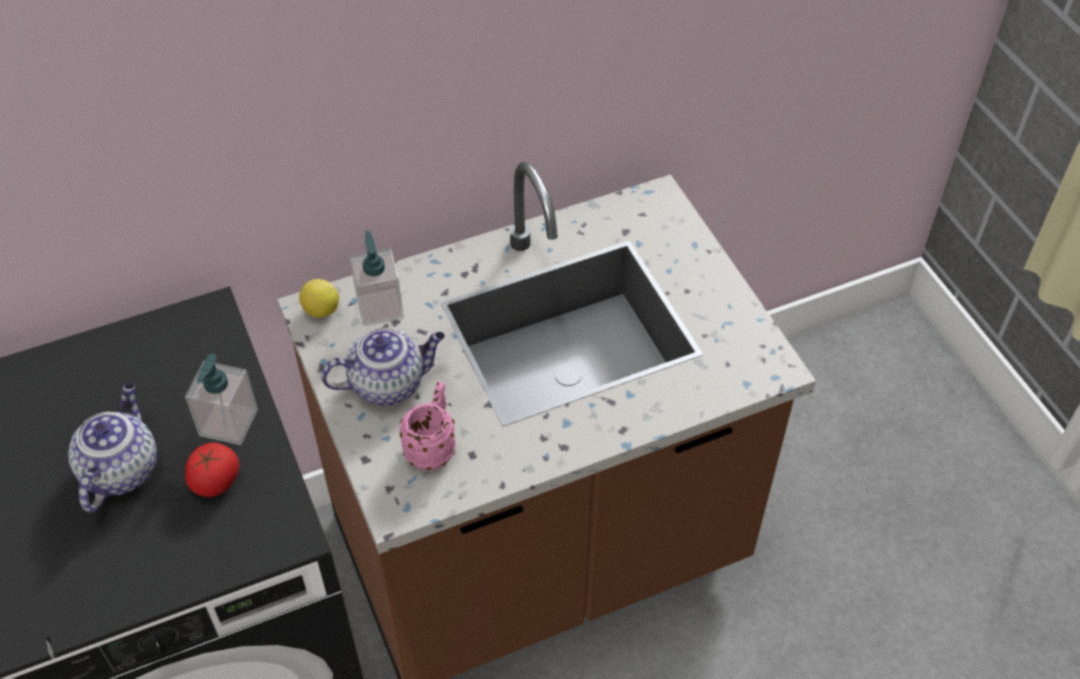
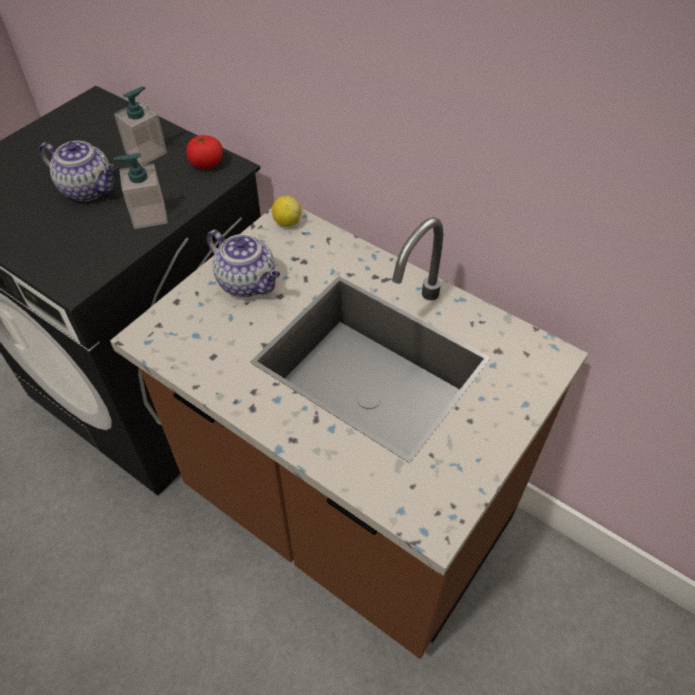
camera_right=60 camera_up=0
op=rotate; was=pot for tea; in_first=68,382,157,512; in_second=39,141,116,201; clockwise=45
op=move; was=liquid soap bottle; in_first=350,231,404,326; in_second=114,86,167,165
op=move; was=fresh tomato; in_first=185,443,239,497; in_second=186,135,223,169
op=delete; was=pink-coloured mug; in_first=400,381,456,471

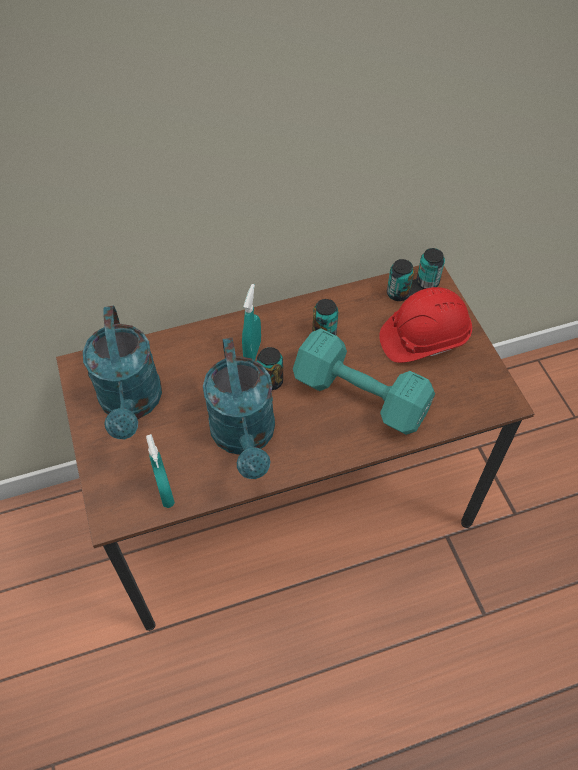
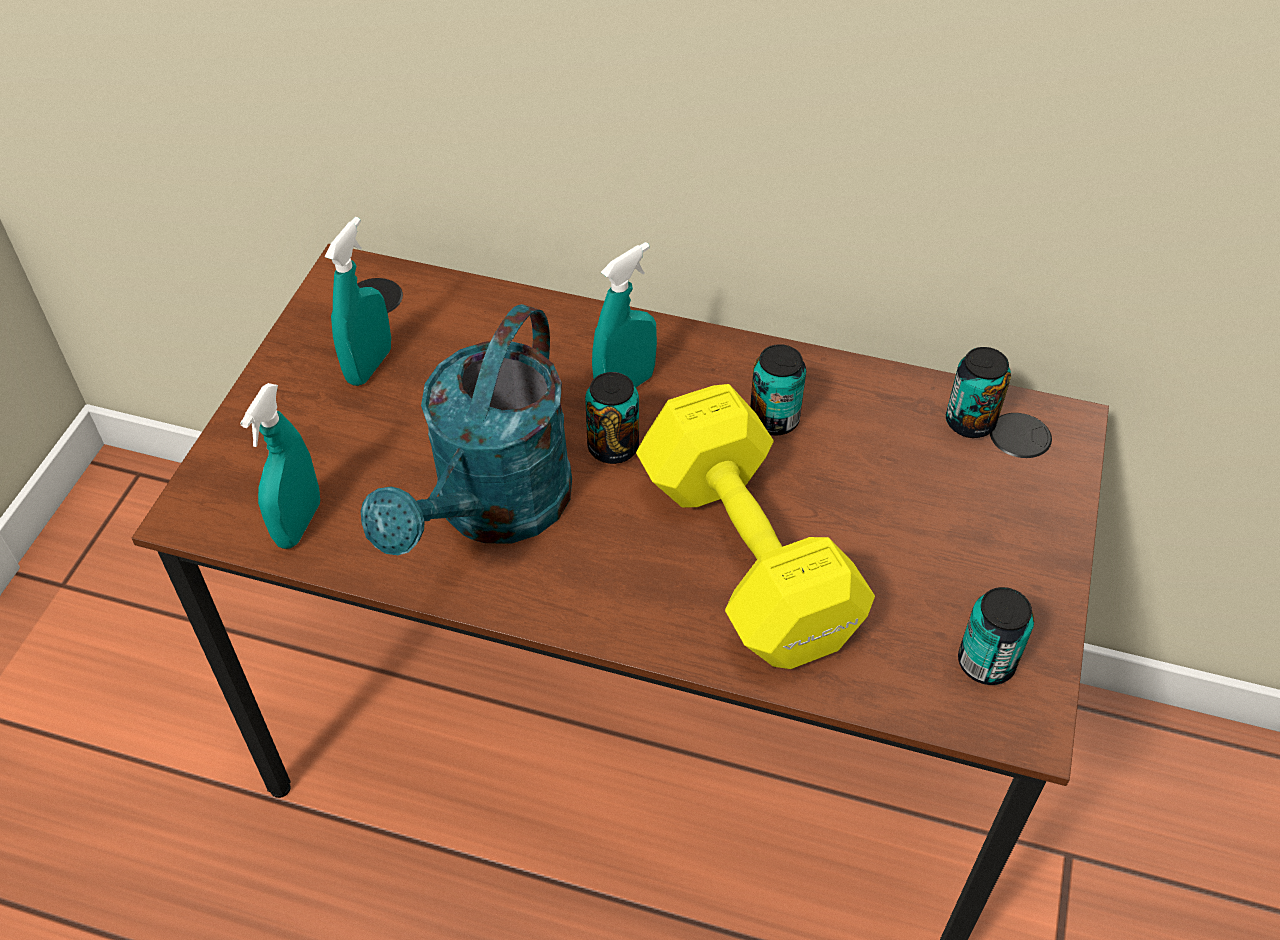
camera_right=35 camera_up=-5
op=replace; was=turquoise watering pot; now=turquoise hand sprayer; in_first=83,306,162,439; in_second=325,217,391,386
op=recolor; was=turquoise dumbbell; now=yellow dumbbell; in_first=293,328,435,435; in_second=636,384,875,669
op=move; was=sealed can; in_first=416,248,445,289; in_second=958,587,1034,685
op=delete; was=red safety helmet; in_first=379,287,472,363

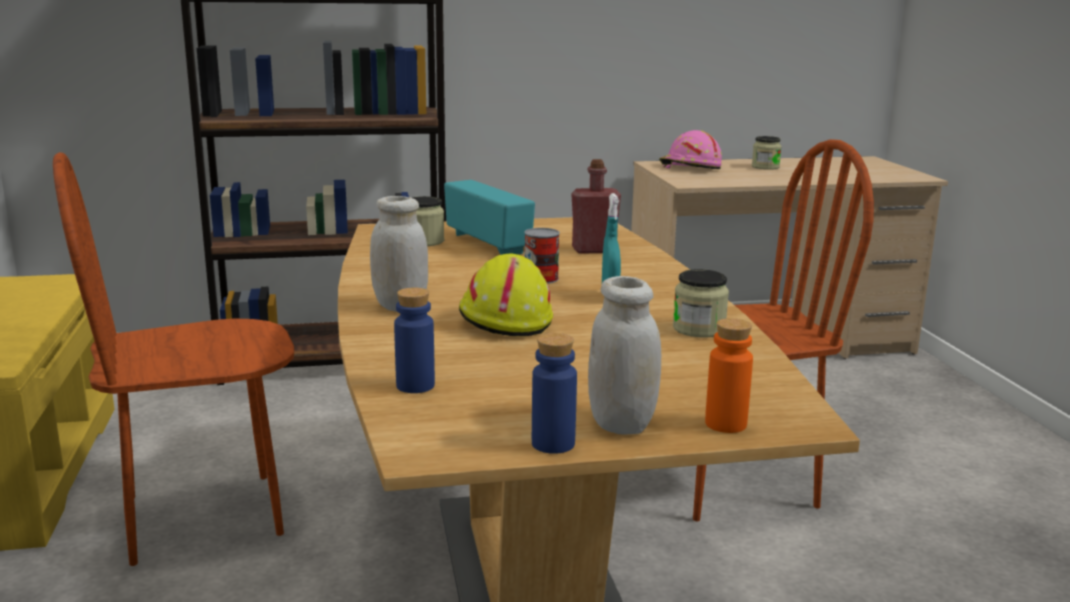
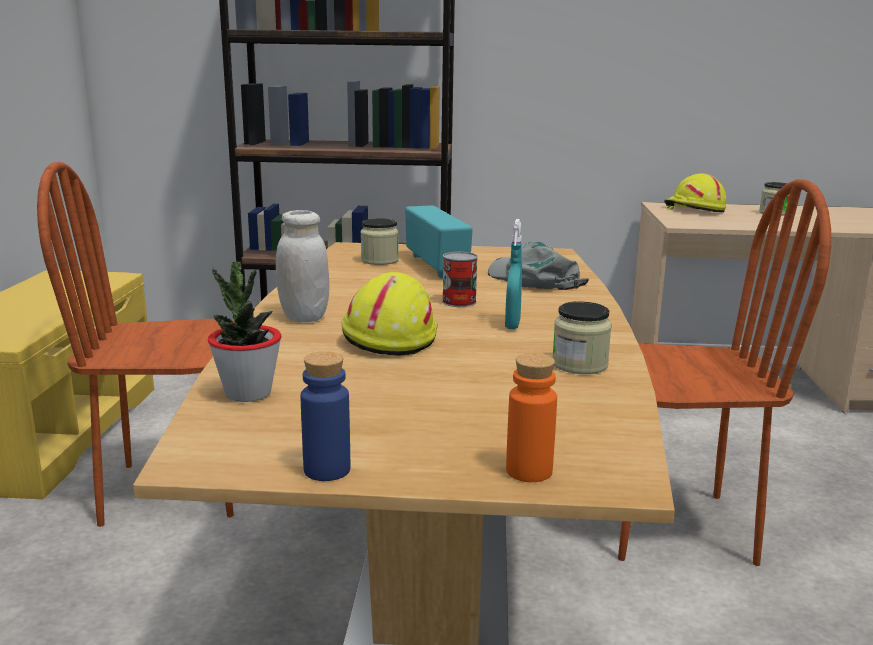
camera_right=15 camera_up=0
op=replace; was=bluish bottle; now=potted plant; in_first=394,288,435,393; in_second=208,262,281,402
op=replace; was=red bottle; now=grey cap; in_first=571,159,621,254; in_second=488,242,589,290
op=recolor; was=pink-coloured safety helmet; now=yellow safety helmet; in_first=659,130,722,169; in_second=664,174,726,213
op=delete; was=whitish jar; in_first=588,276,661,435

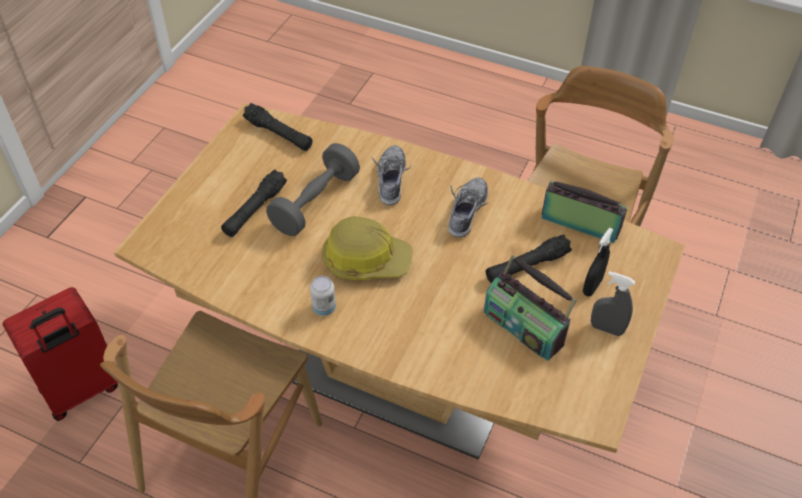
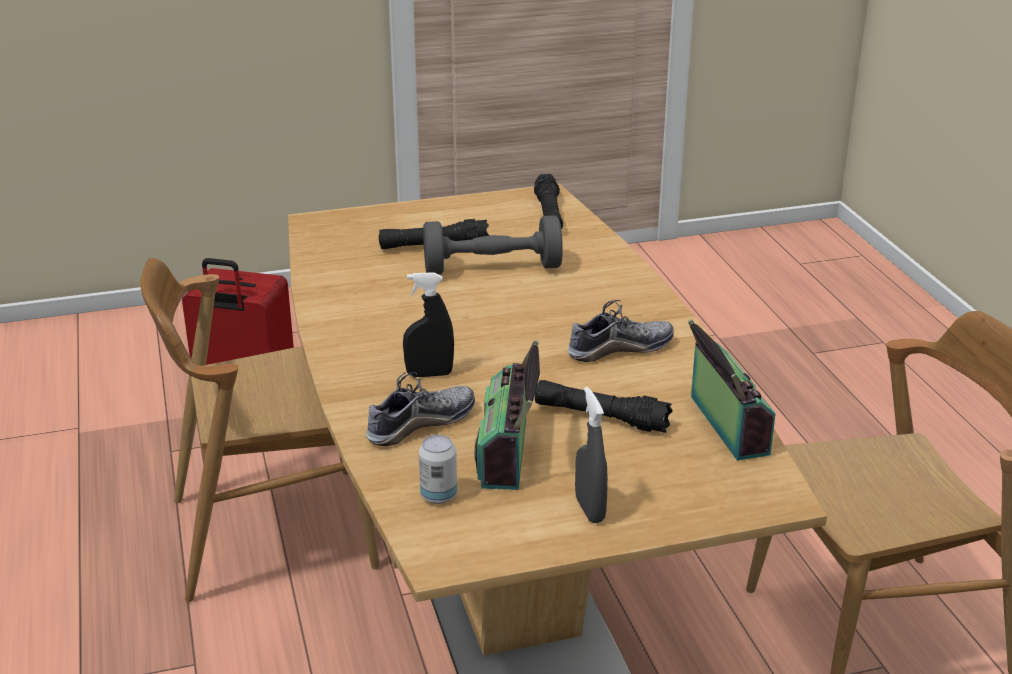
camera_right=50 camera_up=-20
op=move; was=shoe; in_first=372,146,411,205; in_second=366,372,475,446
op=move; was=black-coloured hand sprayer; in_first=583,228,614,296; in_second=403,272,454,377
op=move; was=sealed can; in_first=310,276,336,316; in_second=419,435,457,504
op=delete; was=safety helmet; in_first=322,216,412,280

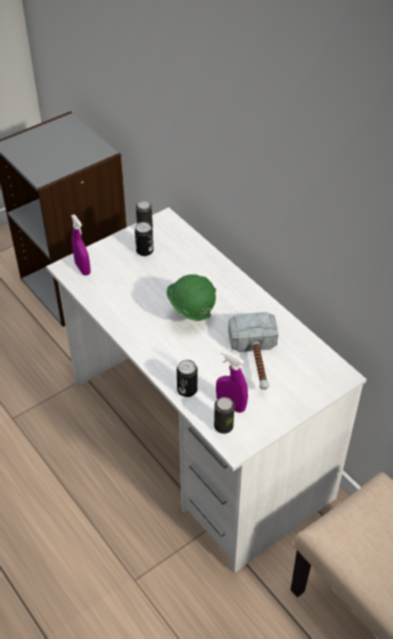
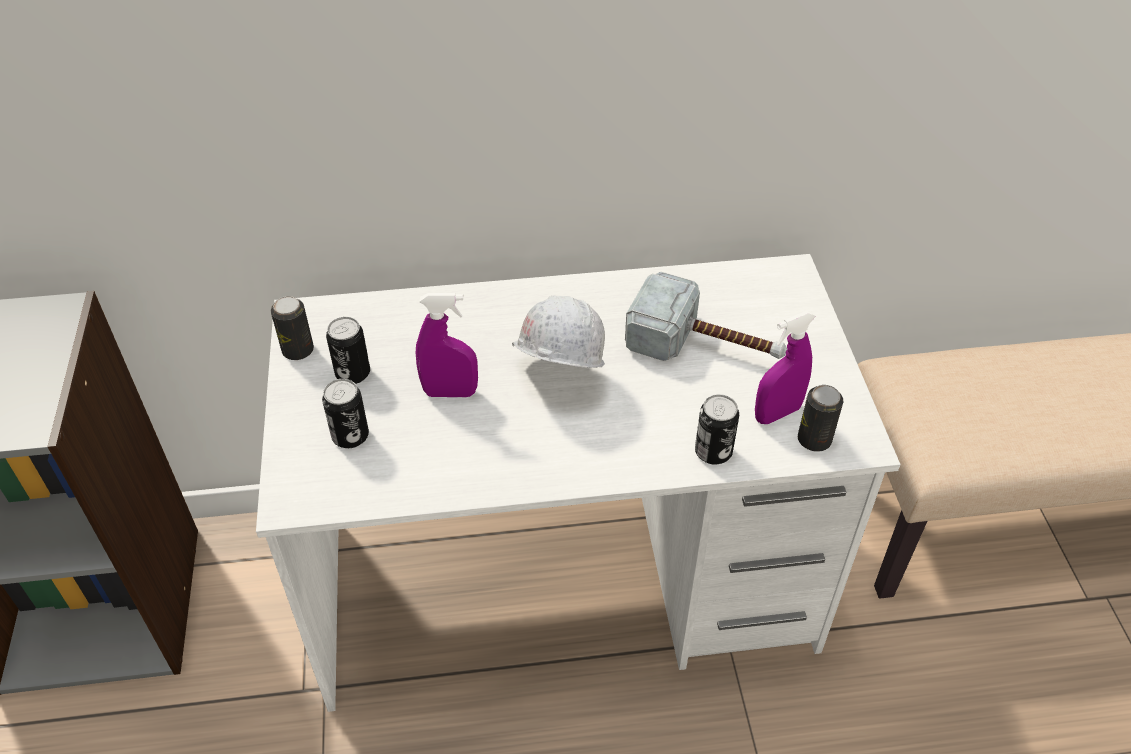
camera_right=-60 camera_up=0
op=insert; now=sealed can; in_second=322,379,369,448
op=move; was=purple-coloured hand sprayer; in_first=71,214,91,275; in_second=416,293,478,397
op=recolor; was=green safety helmet; now=whitish safety helmet; in_first=167,274,216,321; in_second=512,296,605,368

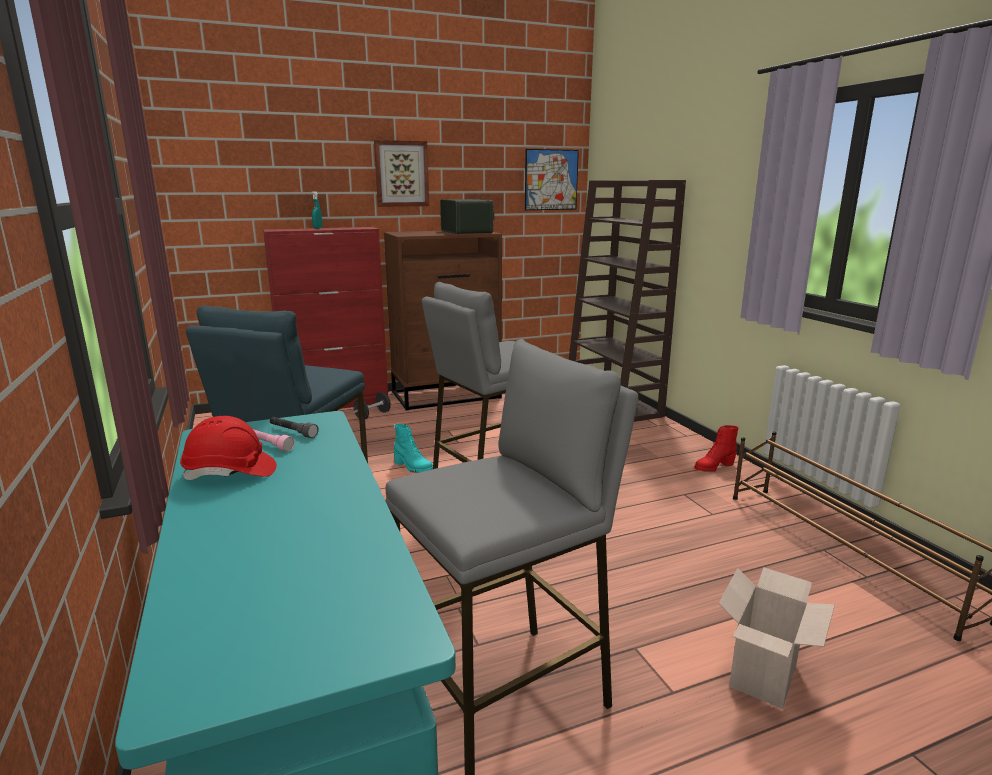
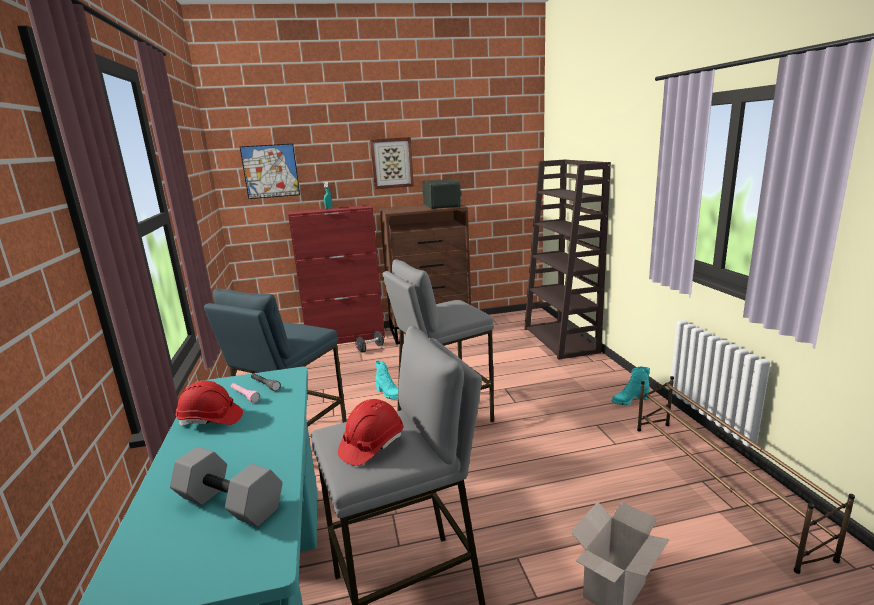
camera_right=10 camera_up=0
op=insert; now=grey dumbbell; in_second=170,447,283,527
op=move; was=wall art; in_first=525,149,579,210; in_second=240,144,300,199
op=insert; now=red safety helmet; in_second=338,399,403,466
op=recolor; was=red boot; now=turquoise boot; in_first=694,425,739,472; in_second=612,367,650,405

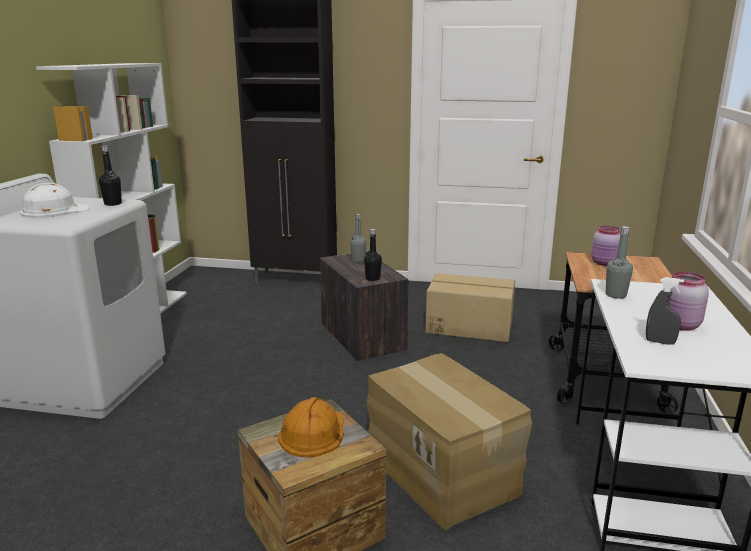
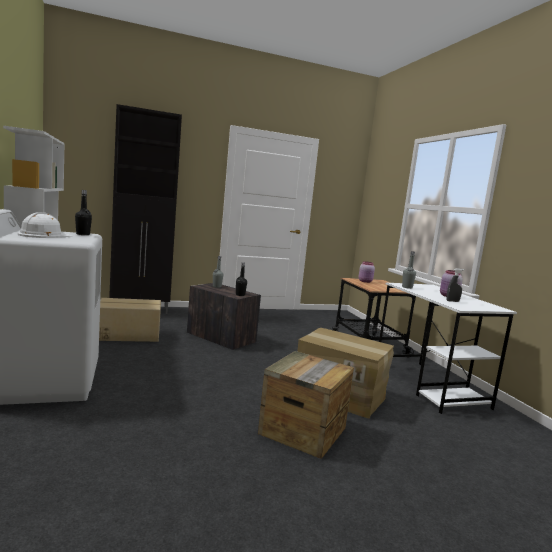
camera_right=-30 camera_up=-10
op=move; was=carton; in_first=425,273,515,342; in_second=99,298,161,342
op=delete; was=orange safety helmet; in_first=278,397,344,458

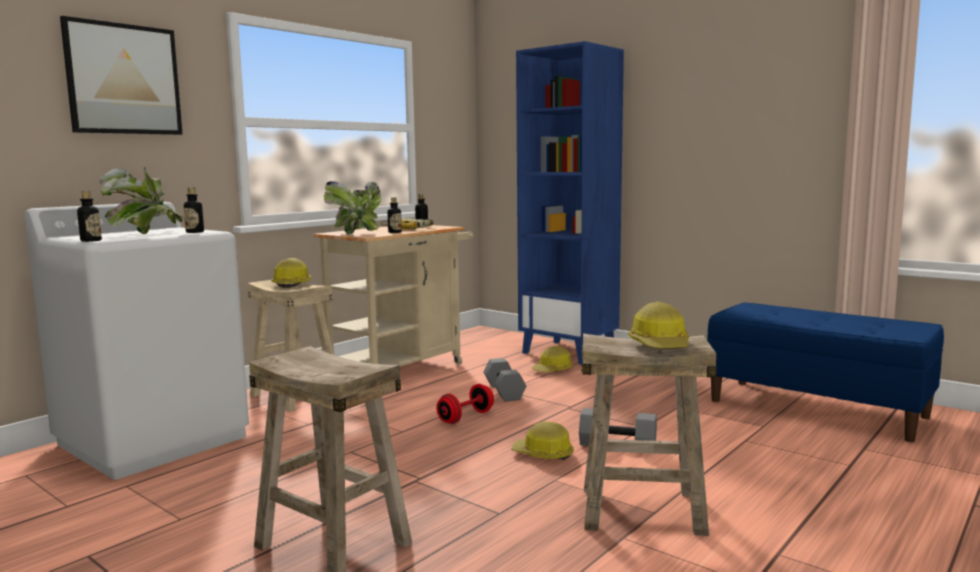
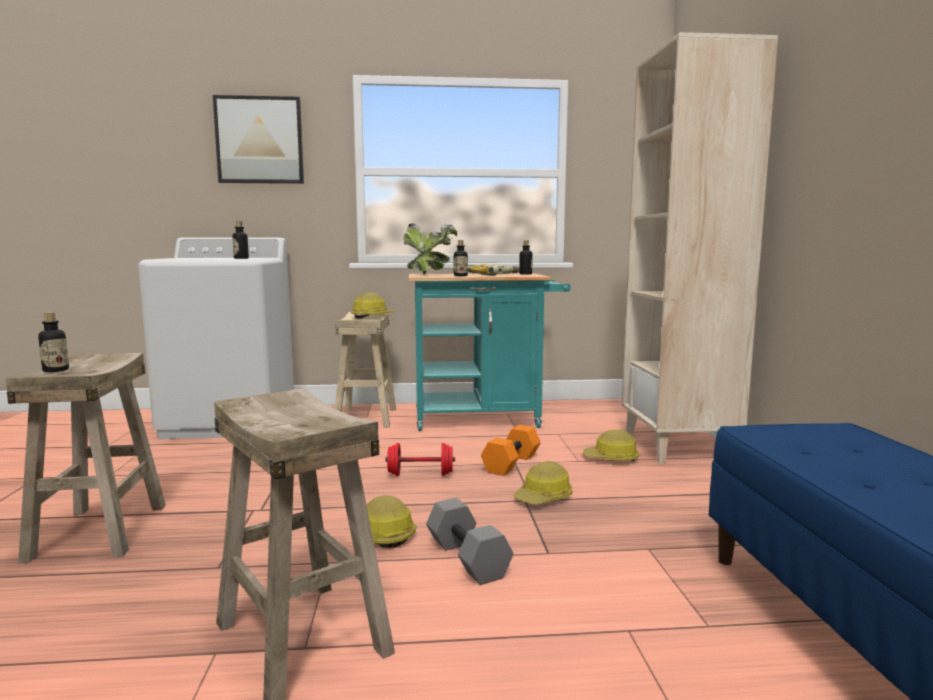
camera_right=45 camera_up=0
op=move; was=bottle; in_first=77,191,102,242; in_second=38,312,69,372
op=recolor; was=beige-coloured trolley; now=turquoise trolley; in_first=313,225,474,367; in_second=409,273,571,431
op=recolor; was=grey dumbbell; now=orange dumbbell; in_first=484,358,526,402; in_second=481,425,541,476
op=move; was=safety helmet; in_first=628,302,689,348; in_second=514,461,573,504
op=recolor; was=bluish shelving unit; now=beige-coloured shelving unit; in_first=516,41,624,365; in_second=622,32,778,463
op=delete; was=potted plant; in_first=100,166,182,234

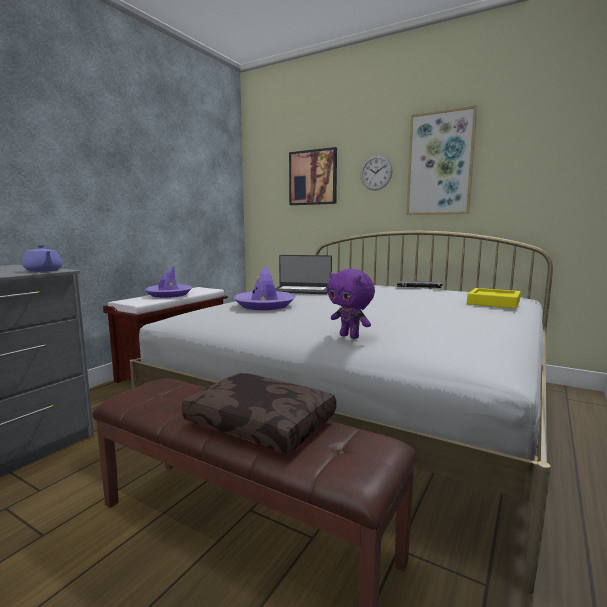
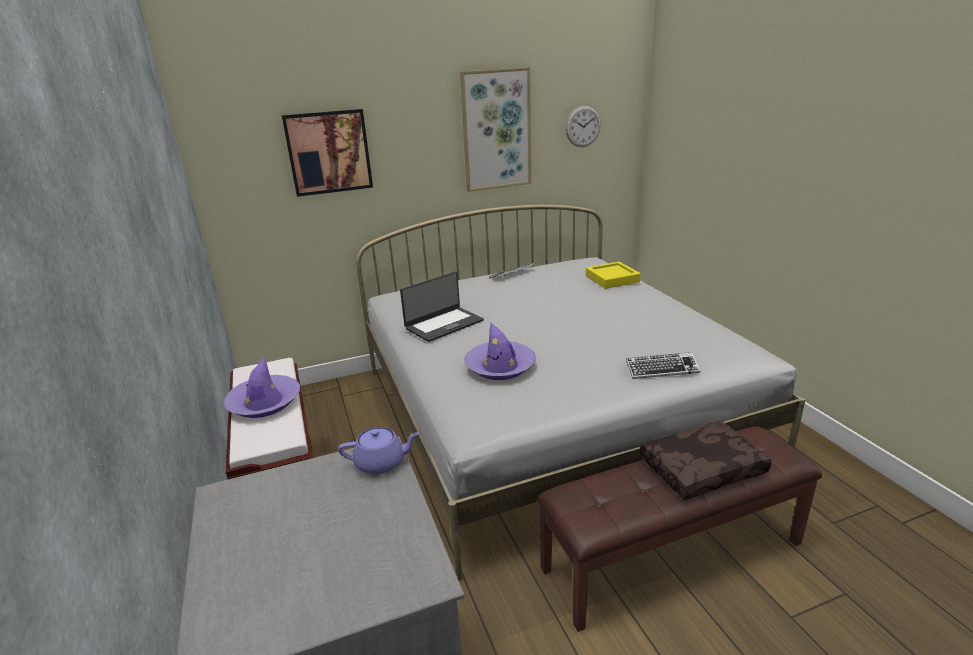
camera_right=-50 camera_up=15
op=move; was=clock on the wall; in_first=360,155,393,190; in_second=566,106,601,147
op=replace; was=purple-coloured cuddly toy; now=computer keyboard; in_first=327,269,375,339; in_second=626,352,700,379

